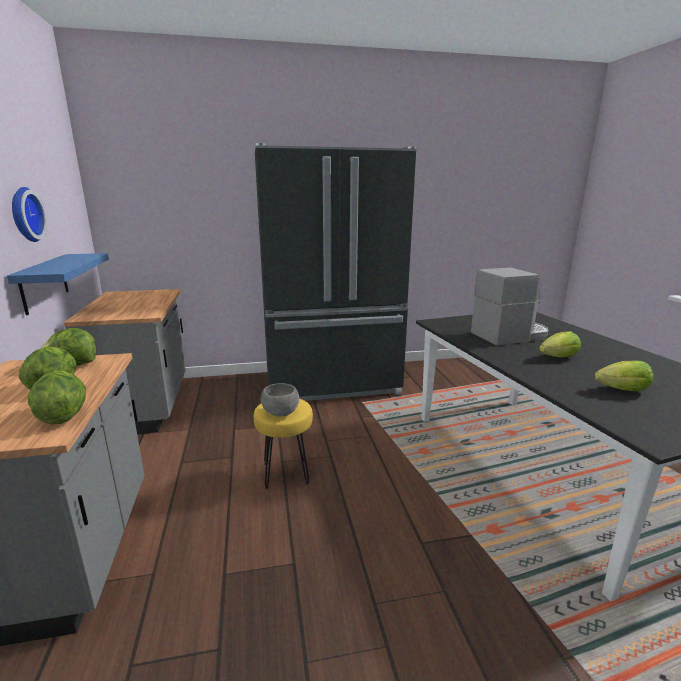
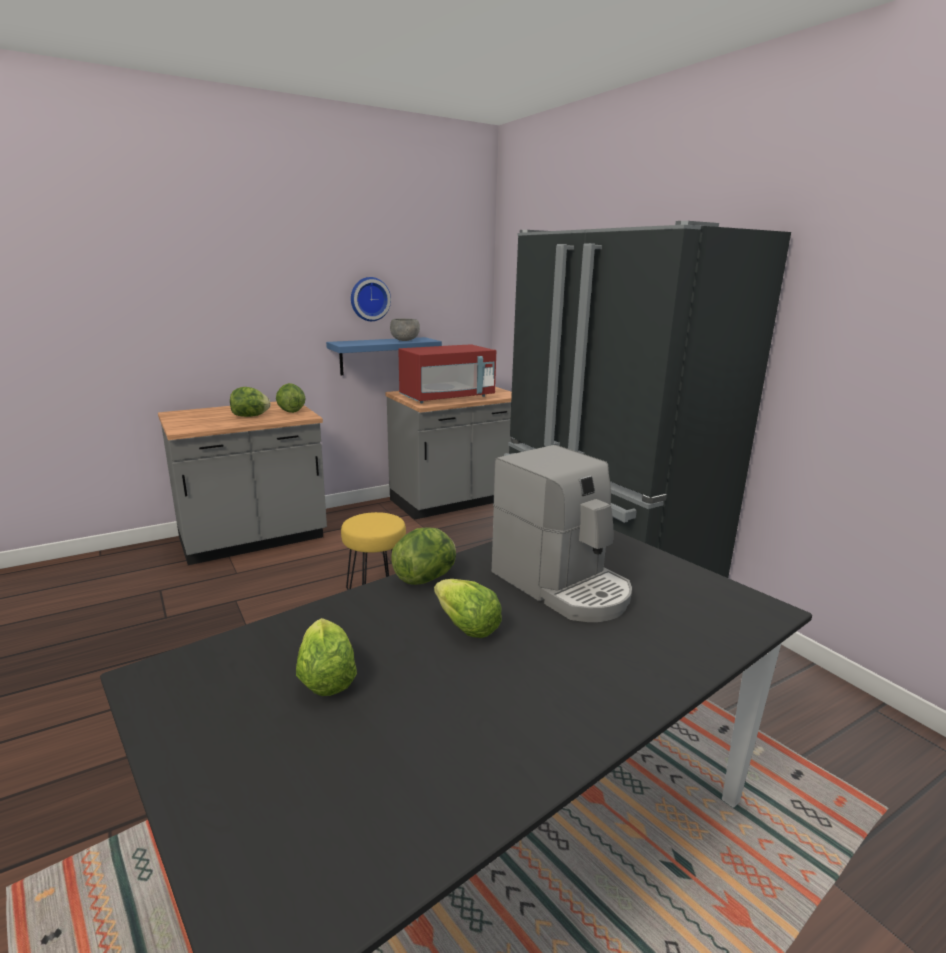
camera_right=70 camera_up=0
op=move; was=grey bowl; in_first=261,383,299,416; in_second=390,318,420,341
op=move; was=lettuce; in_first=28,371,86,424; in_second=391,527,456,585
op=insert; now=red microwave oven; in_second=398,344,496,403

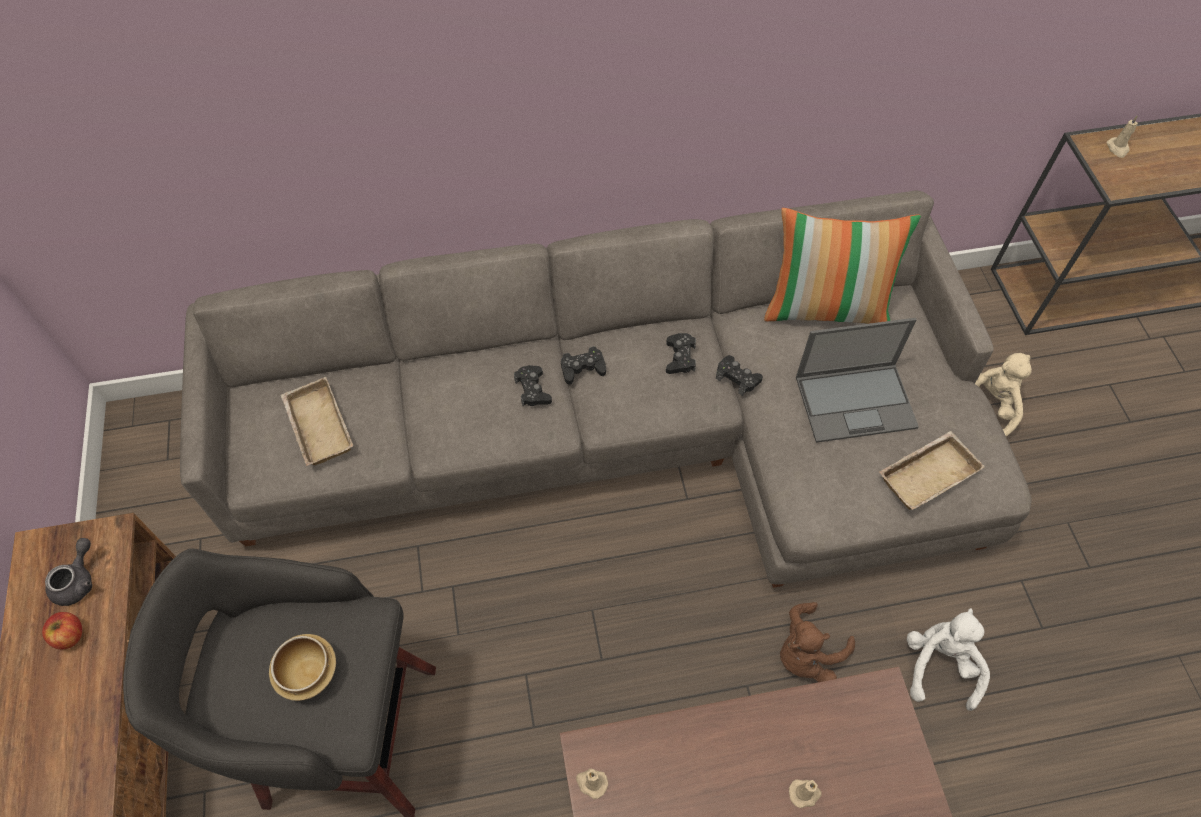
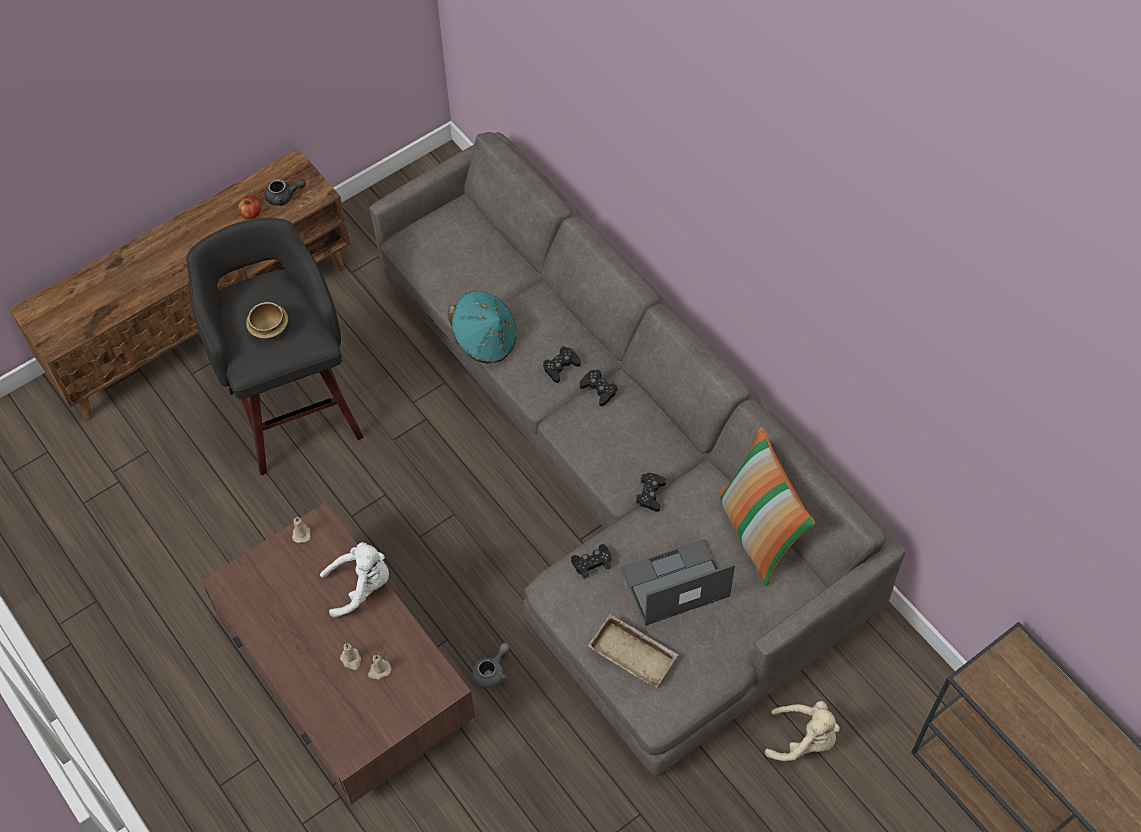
camera_right=65 camera_up=0
op=move; was=whitish cuddly toy; in_first=907,608,990,711; in_second=320,542,389,617
op=move; was=beige-coloured candle; in_first=1106,115,1138,158; in_second=368,655,391,680
op=insert; now=turquoise hat; in_second=448,291,517,364
op=replace; was=brown-coloured cuddly toy; now=grey pot for tea; in_first=780,602,855,682; in_second=472,643,510,688
op=move; was=black-coloured gamepad; in_first=666,333,696,374; in_second=571,544,611,579
op=rotate; was=laptop; in_first=796,318,919,443; in_second=621,539,735,626; clockwise=105
op=delete; was=beige-coloured carrying tray; in_first=281,377,353,466

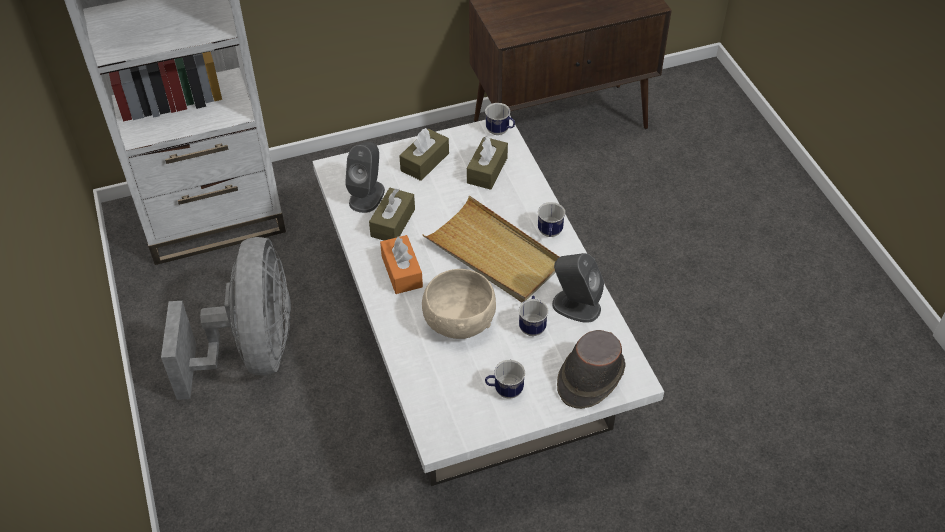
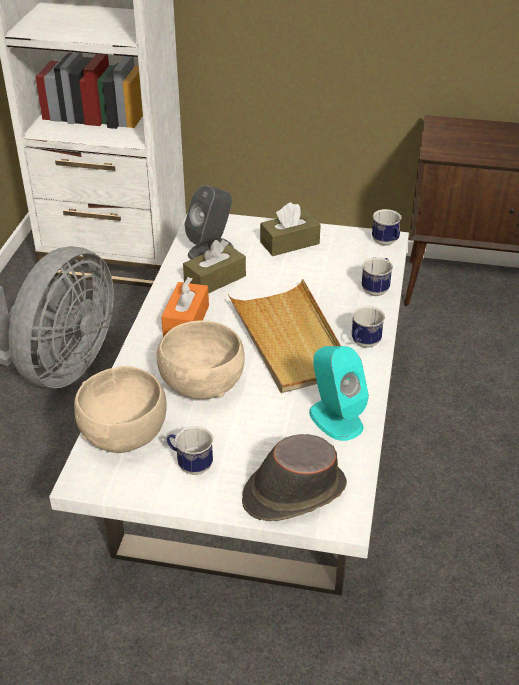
camera_right=30 camera_up=-10
op=insert; now=beige-coloured bowl; in_second=74,366,167,453
op=recolor; was=grey loudspeaker; now=turquoise loudspeaker; in_first=552,253,604,323; in_second=309,346,369,441
op=move; was=mug; in_first=519,296,548,336; in_second=362,257,393,296
op=delete; was=brown-coloured tissue box; in_first=467,136,508,190

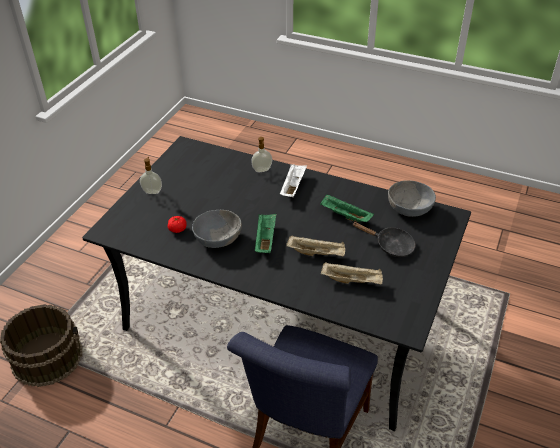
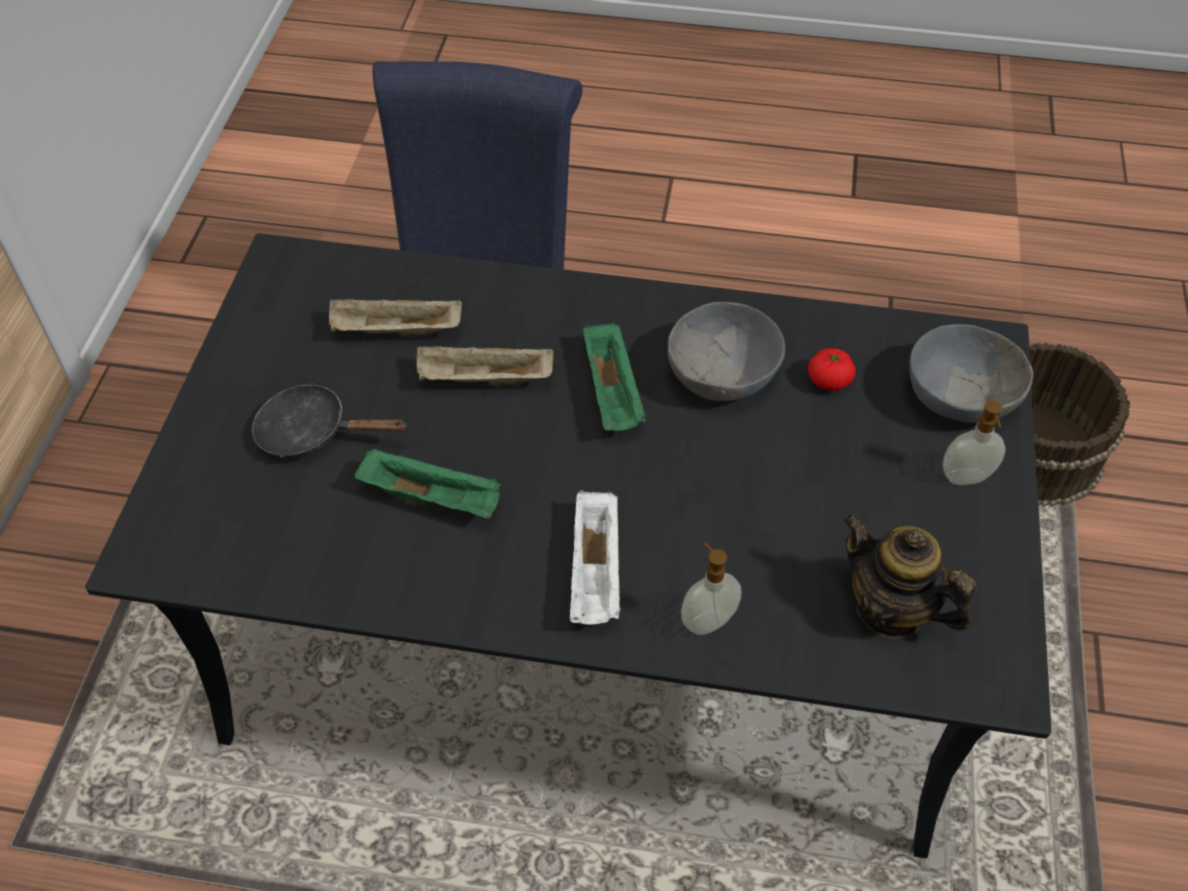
camera_right=165 camera_up=10
op=insert; now=pot for tea; in_second=843,514,976,639
op=move; was=grey bowl; in_first=388,180,436,217; in_second=909,324,1033,423

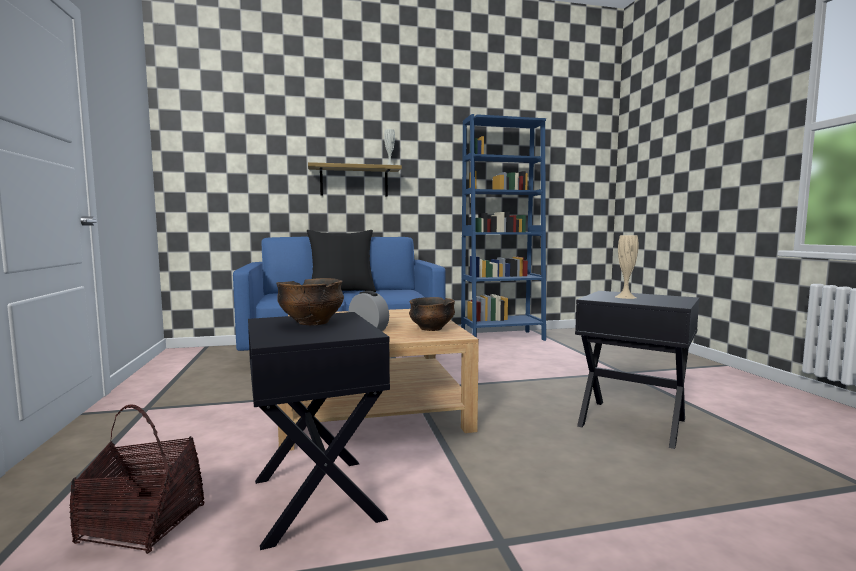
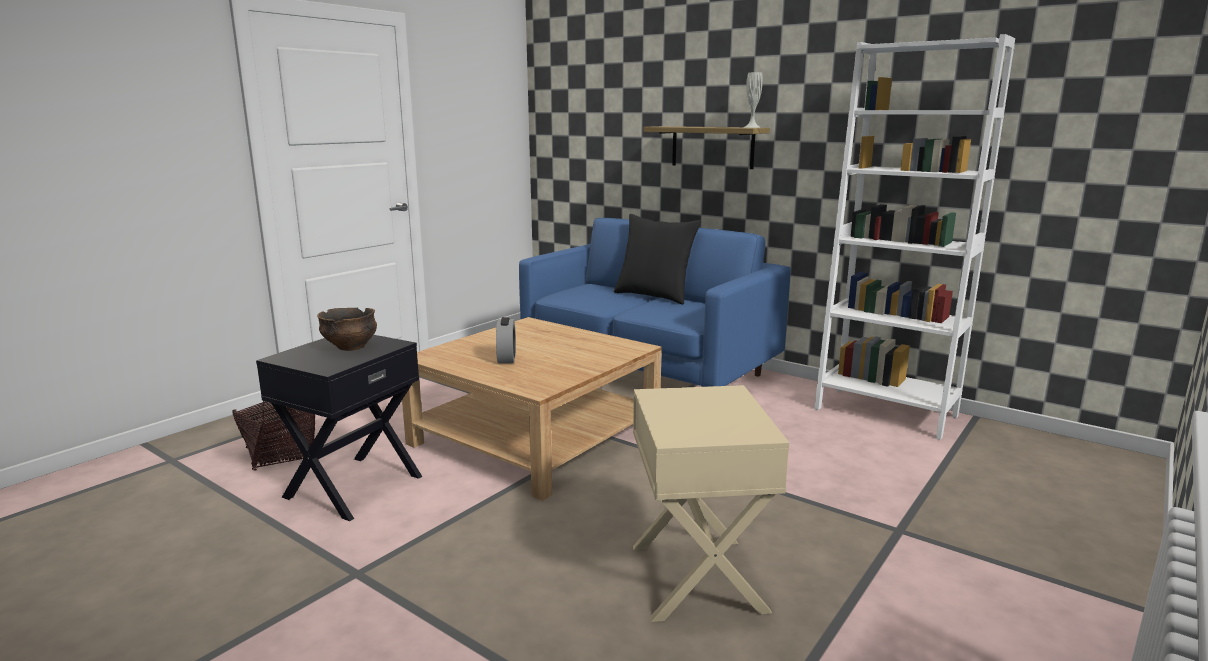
camera_right=50 camera_up=10
op=recolor; was=black-coloured accent table; now=beige-coloured accent table; in_first=575,291,700,449; in_second=633,385,789,622
op=recolor; was=bluish shelving unit; now=whitish shelving unit; in_first=461,114,546,341; in_second=814,34,1015,440
op=delete; was=bowl; in_first=409,297,455,331
op=delete; was=beige-coloured decorative vase; in_first=615,235,638,299

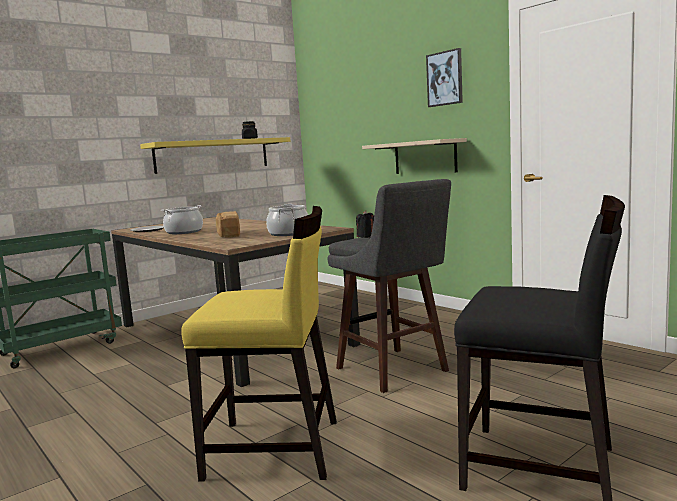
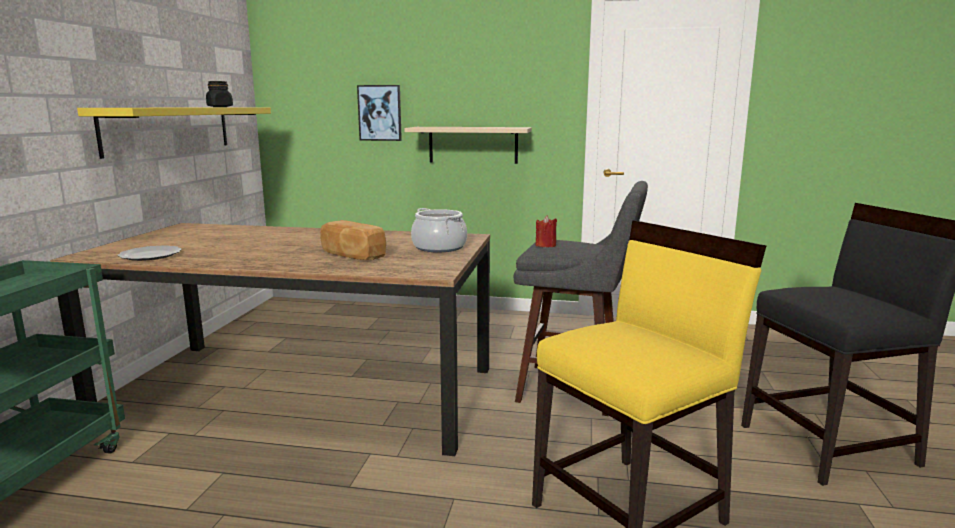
camera_right=-40 camera_up=5
op=move; was=wall art; in_first=426,48,463,107; in_second=357,85,402,141
op=recolor; was=black-coloured candle; now=red candle; in_first=356,211,374,238; in_second=536,215,557,247
op=delete; was=stockpot; in_first=161,205,203,234

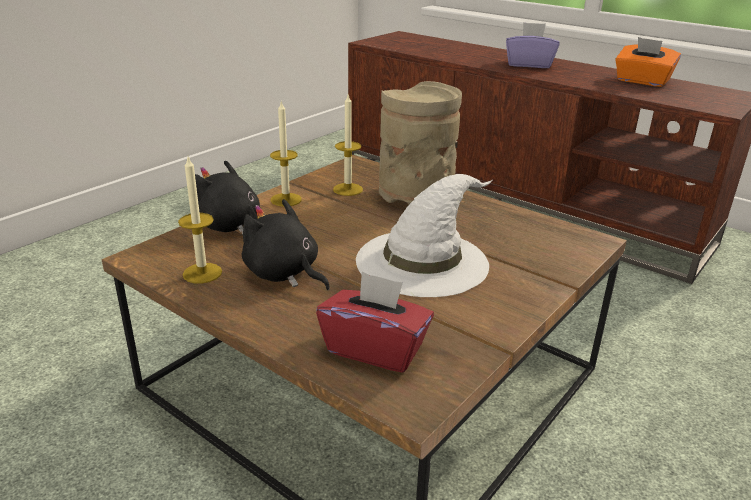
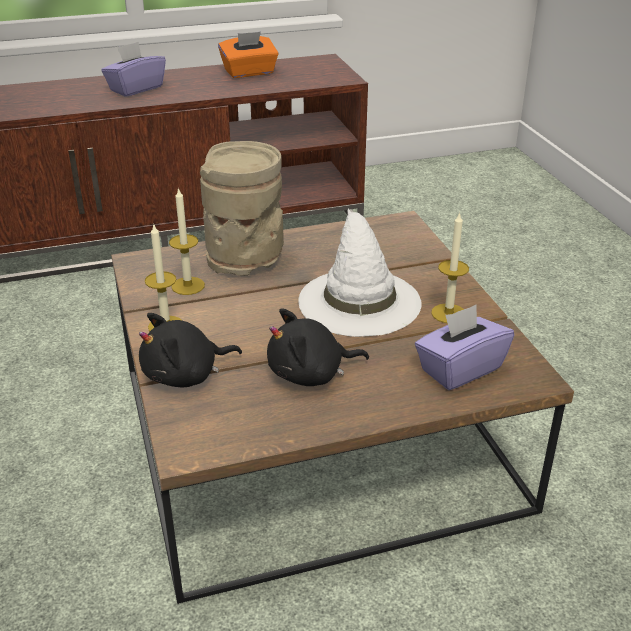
camera_right=-55 camera_up=5
op=recolor; was=red tissue box; now=purple-coloured tissue box; in_first=316,271,434,372; in_second=415,305,514,390
op=move; was=candle; in_first=178,157,222,283; in_second=431,212,469,323

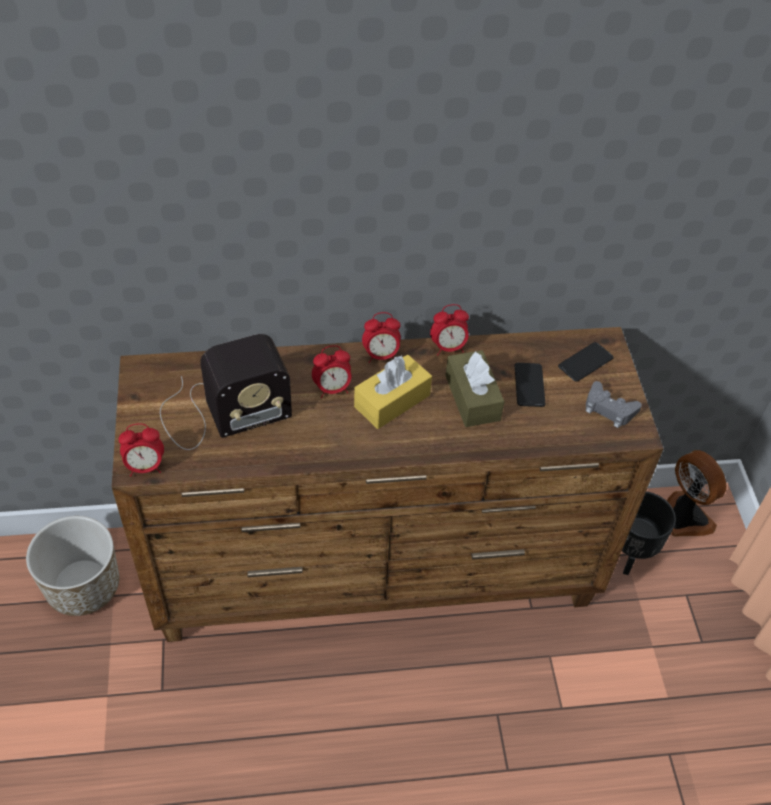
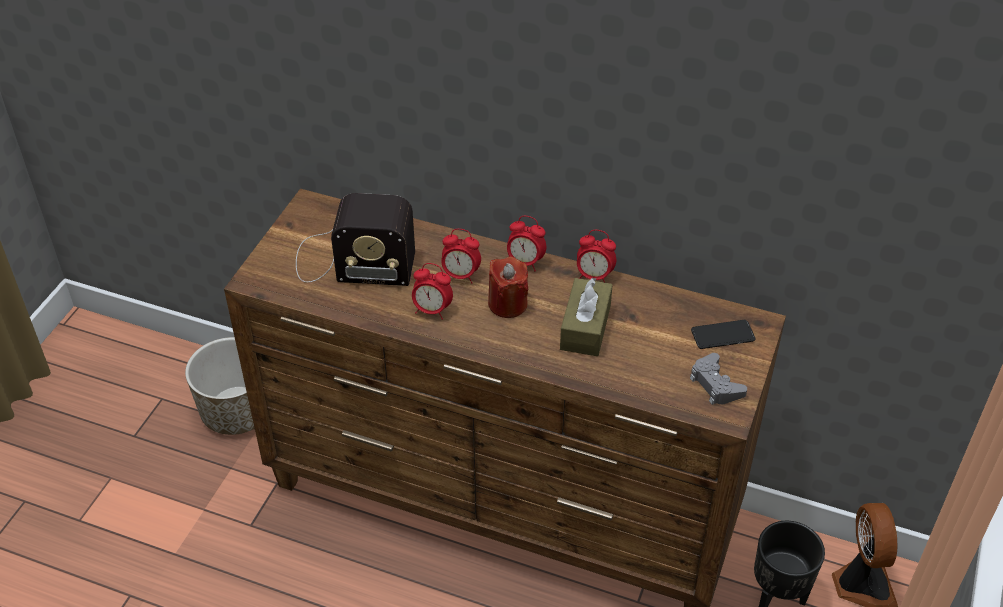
camera_right=30 camera_up=-5
op=move; was=bedside clock; in_first=119,423,164,477; in_second=412,263,453,320
op=replace; was=yellow tissue box; now=red candle; in_first=354,355,432,429; in_second=488,257,529,318
op=delete; was=handset; in_first=514,363,545,407

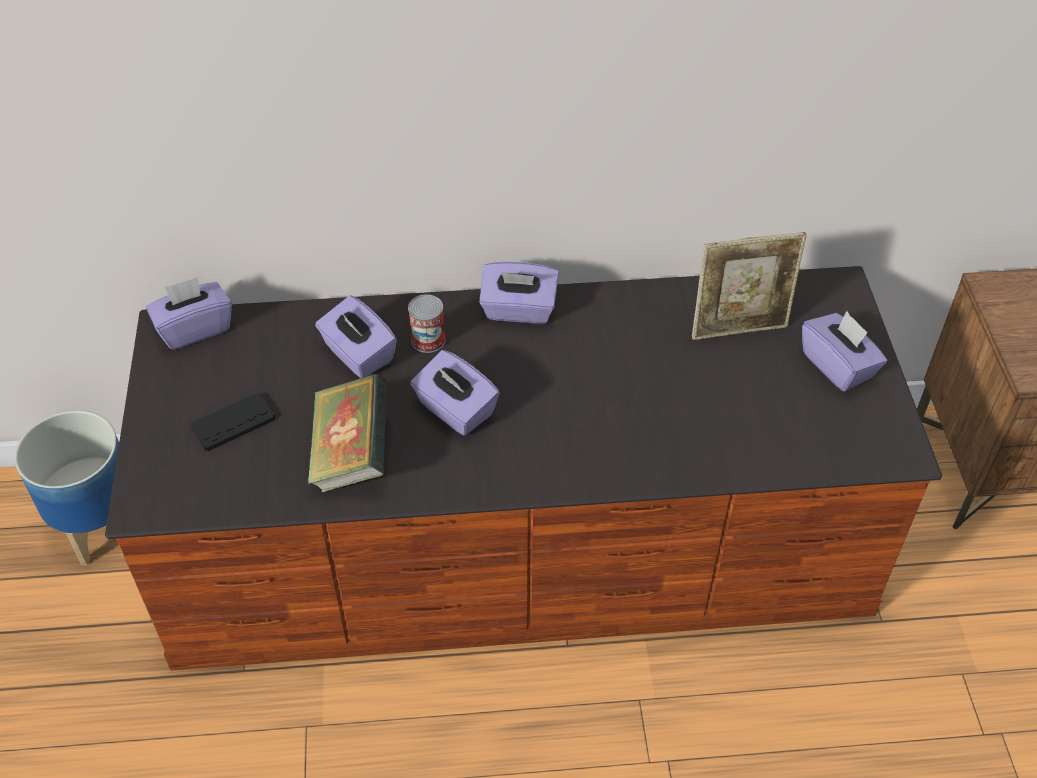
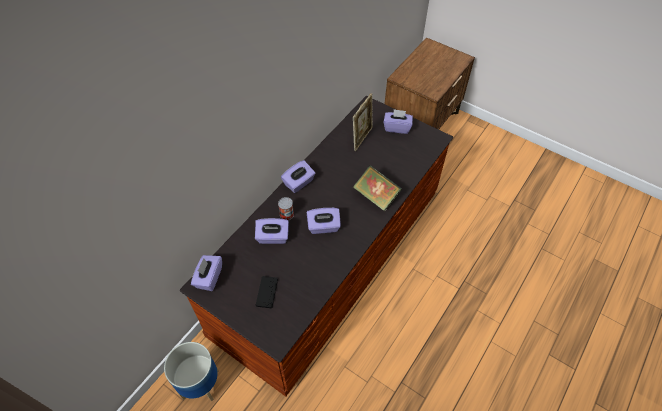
camera_right=-50 camera_up=5
op=move; was=volume; in_first=308,373,387,493; in_second=353,165,402,212

